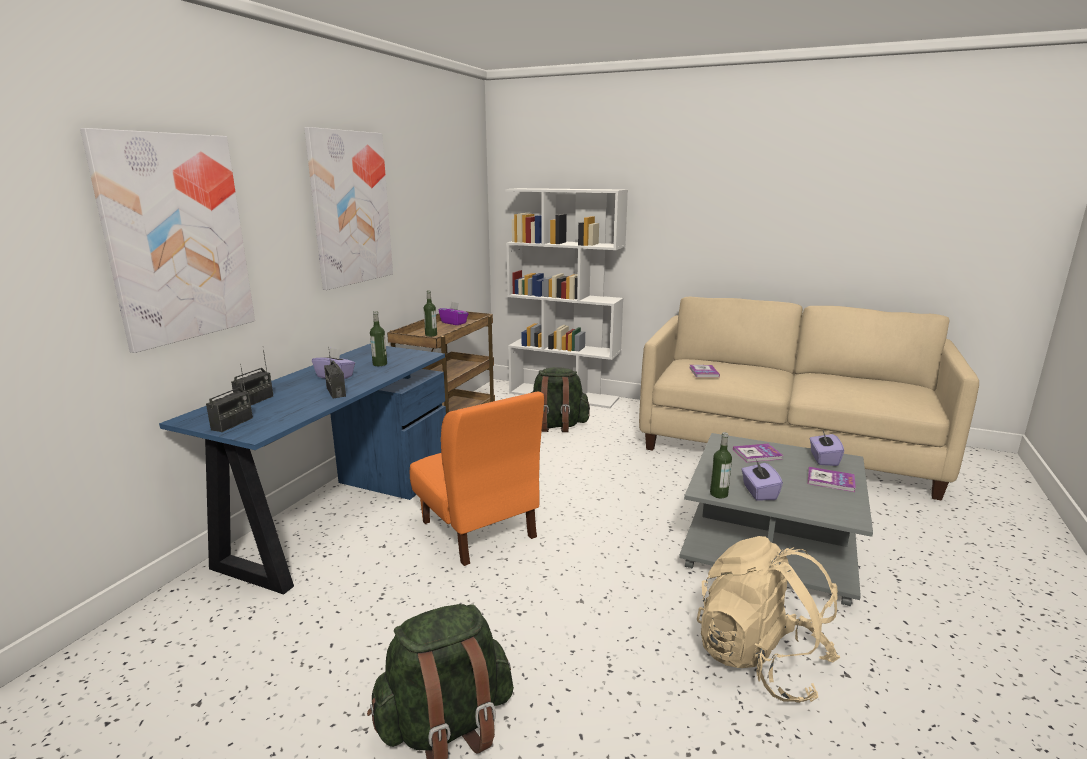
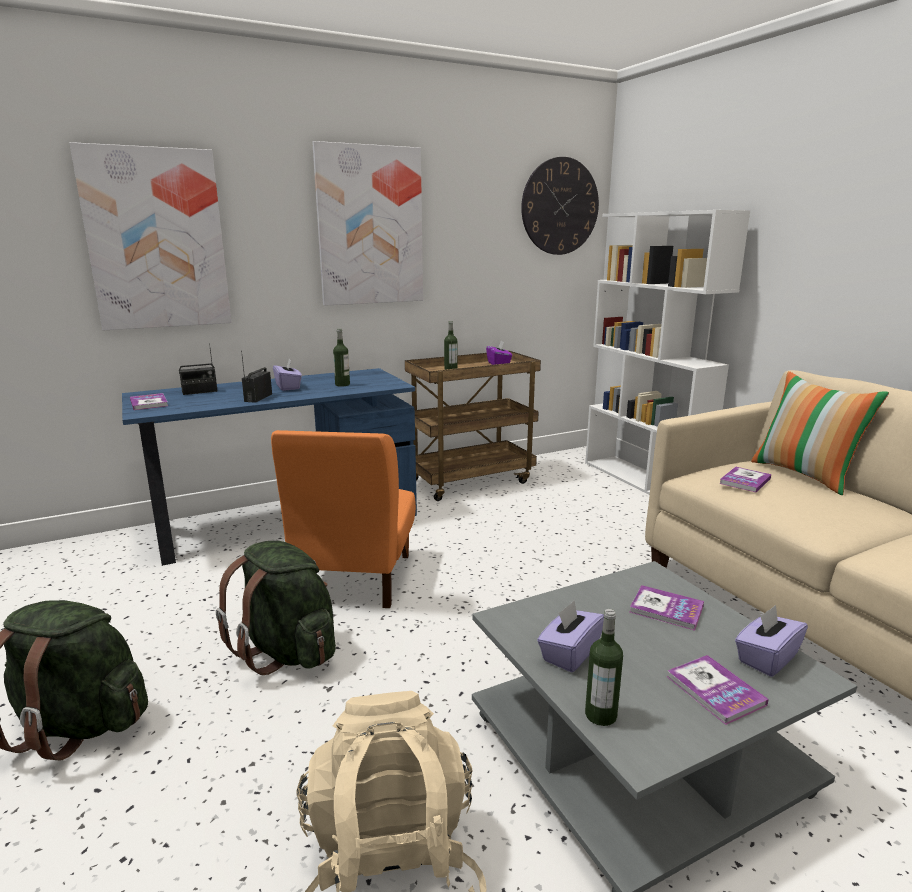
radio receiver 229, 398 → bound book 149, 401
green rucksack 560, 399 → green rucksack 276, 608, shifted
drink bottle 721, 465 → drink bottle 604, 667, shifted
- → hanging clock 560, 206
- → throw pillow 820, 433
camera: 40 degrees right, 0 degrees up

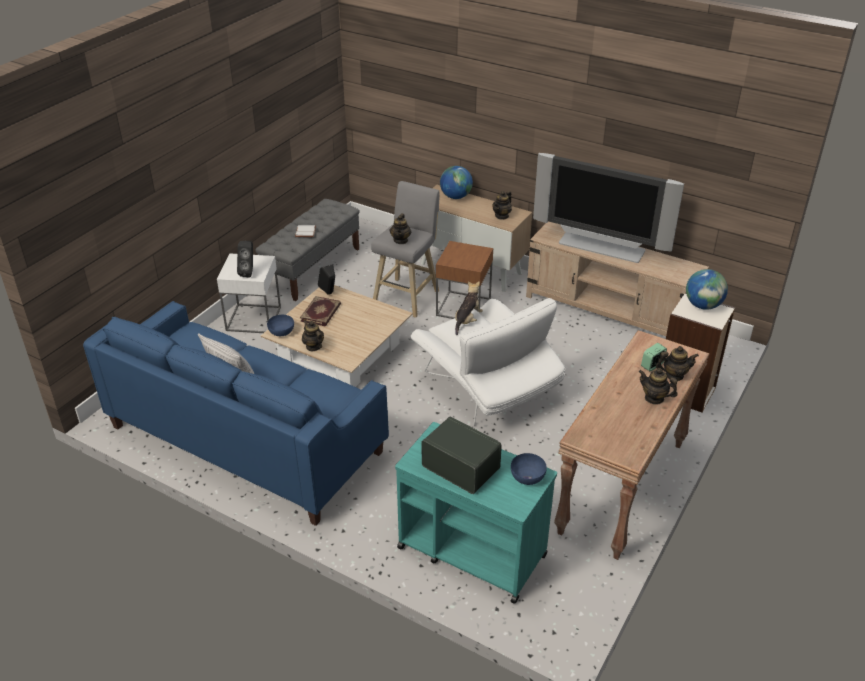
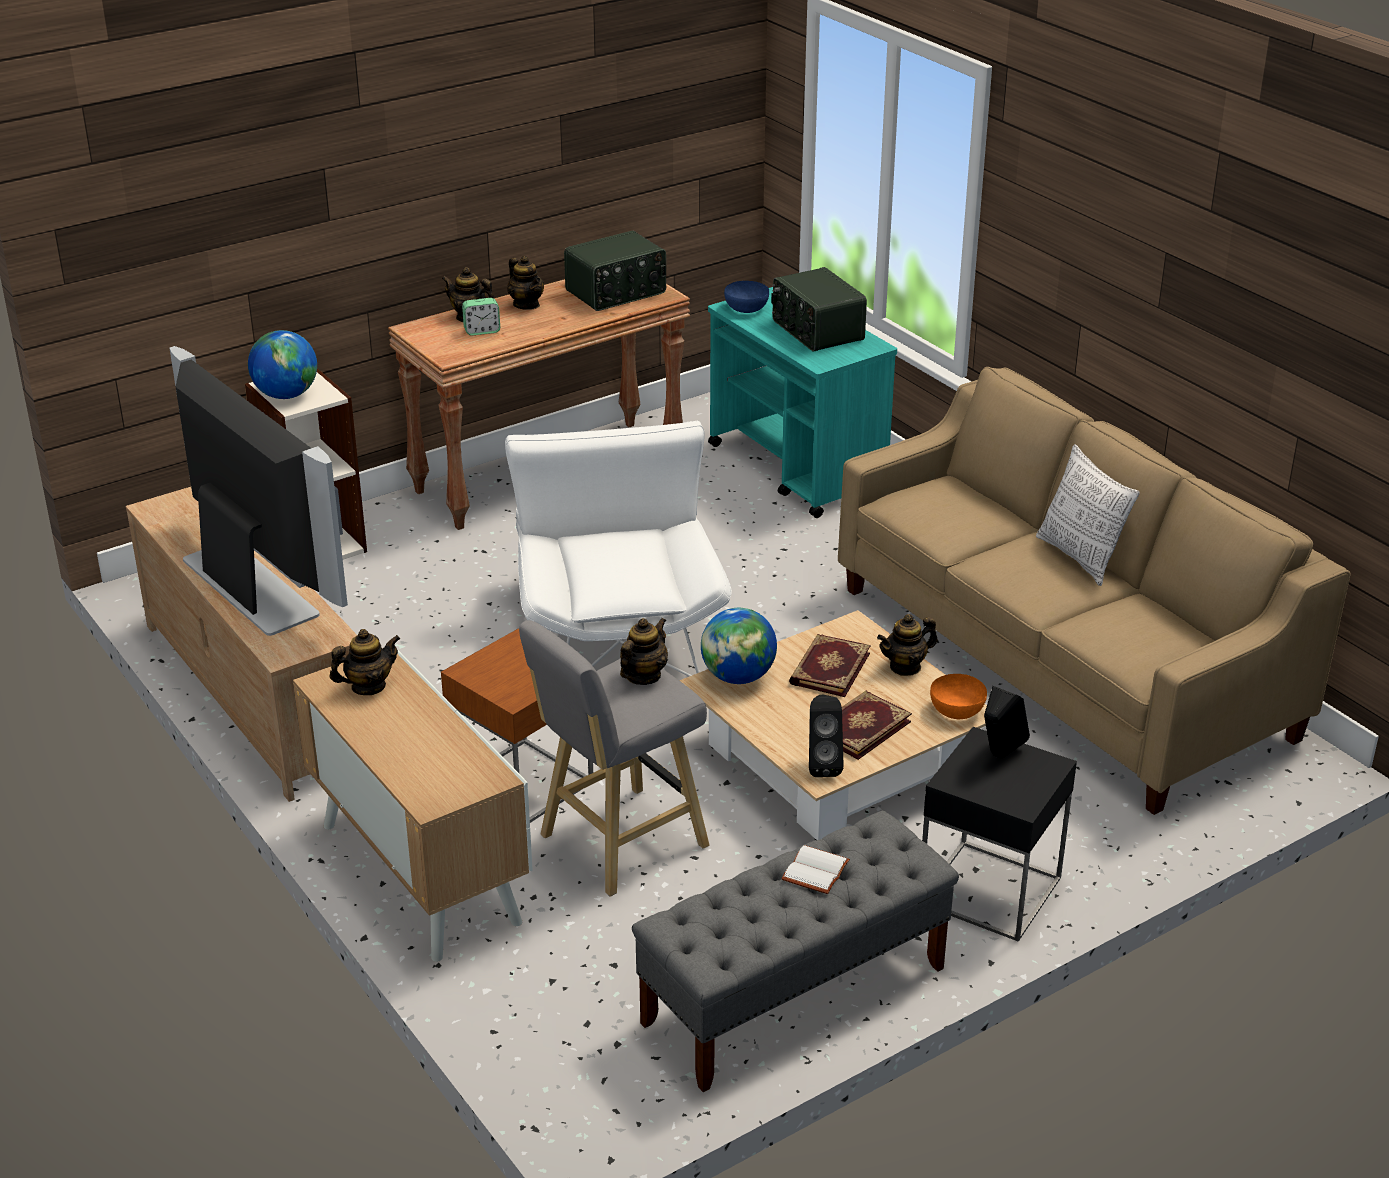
blue sofa 236, 413 → sand-coloured sofa 1094, 591
white-coloured accent table 249, 293 → black accent table 999, 834
blue serving bowl 280, 325 → orange serving bowl 958, 696
pot for tea 313, 335 → pot for tea 907, 645, 75 degrees clockwise
globe 456, 182 → globe 739, 646, shifted
soft toy 469, 308 → -
- → radio receiver 615, 271
- → bound book 829, 665
camera: 155 degrees left, 5 degrees down

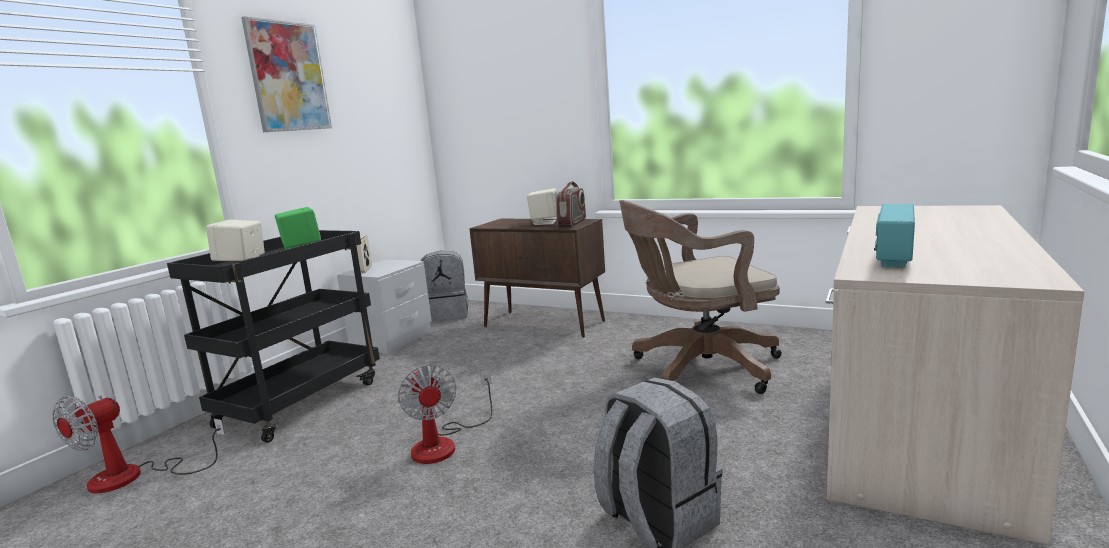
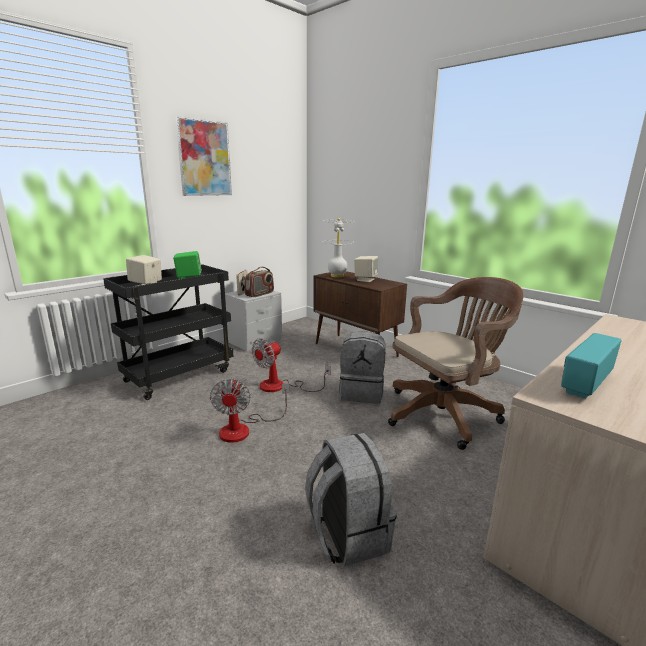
cooling fan 138, 444 → cooling fan 291, 365, shifted
greyish rucksack 444, 286 → greyish rucksack 362, 367, shifted
radio receiver 571, 204 → radio receiver 259, 282, shifted
brownish computer chair 700, 297 → brownish computer chair 456, 363, 150 degrees clockwise
- → white-coloured tabletop lamp 339, 248
camera: 15 degrees right, 5 degrees up

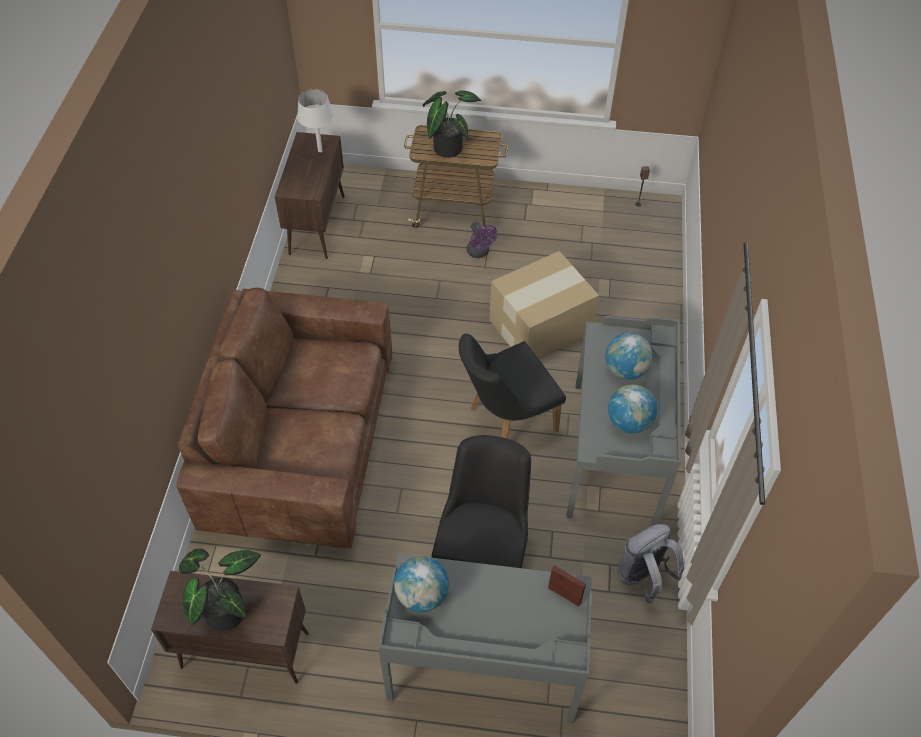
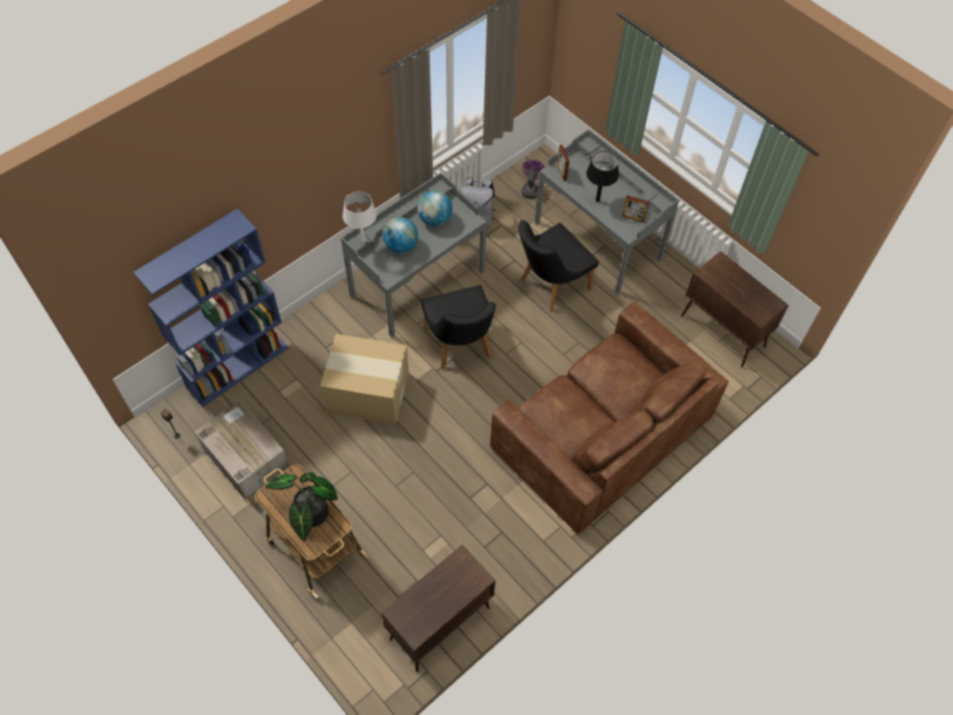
potted plant 220, 590 → -
white-coloured tabletop lamp 315, 120 → white-coloured tabletop lamp 360, 217, shifted
globe 421, 584 → photo frame 636, 209
black plain chair 512, 386 → black plain chair 458, 327, 60 degrees clockwise
purplish cooling fan 482, 240 → purplish cooling fan 533, 179, shifted
- → blue bookcase 211, 308
- → cardboard box 242, 450
- → black tabletop lamp 602, 176
camera: 140 degrees left, 5 degrees up

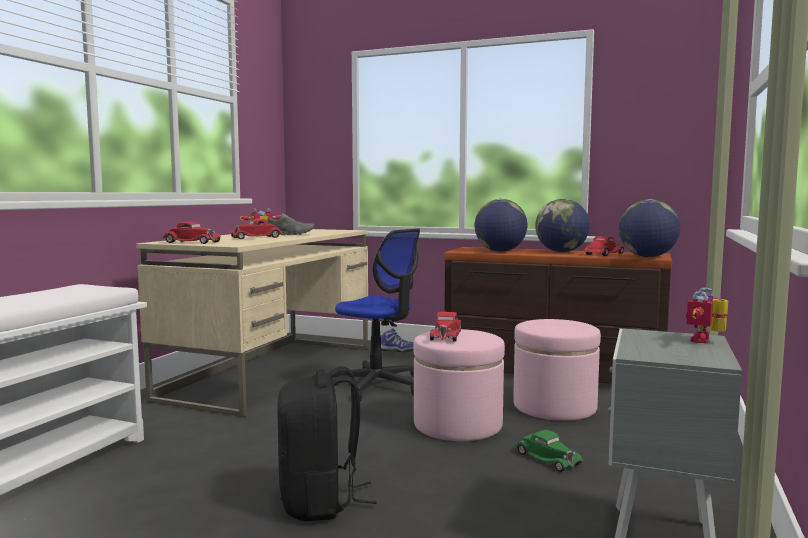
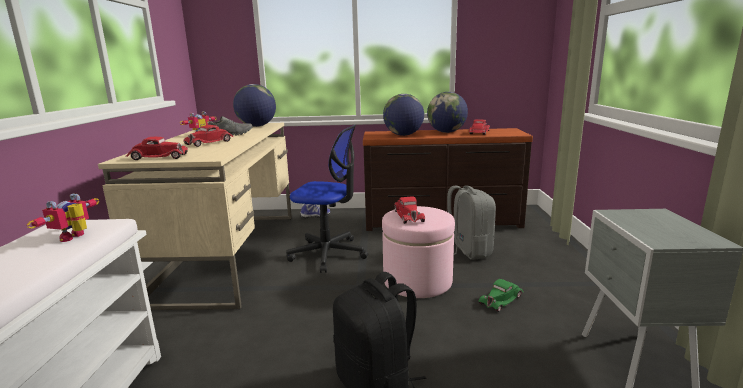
pinkish footrest 557, 370 → greyish rucksack 471, 222
green miniature car 548, 451 → green miniature car 500, 295, 105 degrees clockwise
globe 649, 228 → globe 254, 105, shifted
robot figure 707, 315 → robot figure 63, 217, shifted
camera: 20 degrees left, 10 degrees up

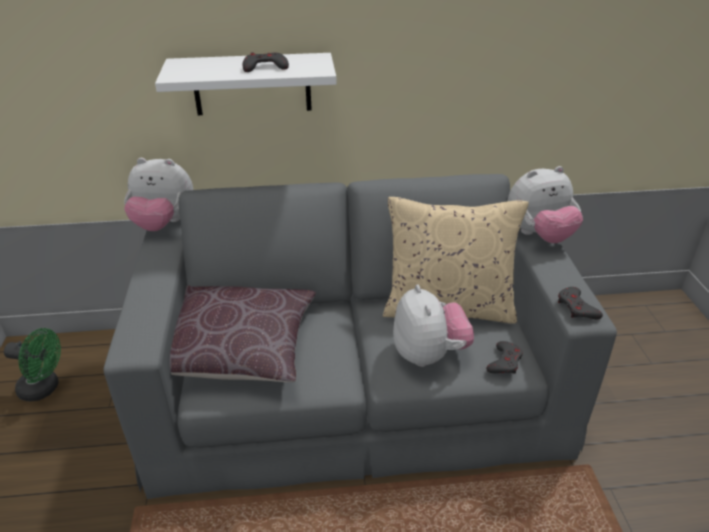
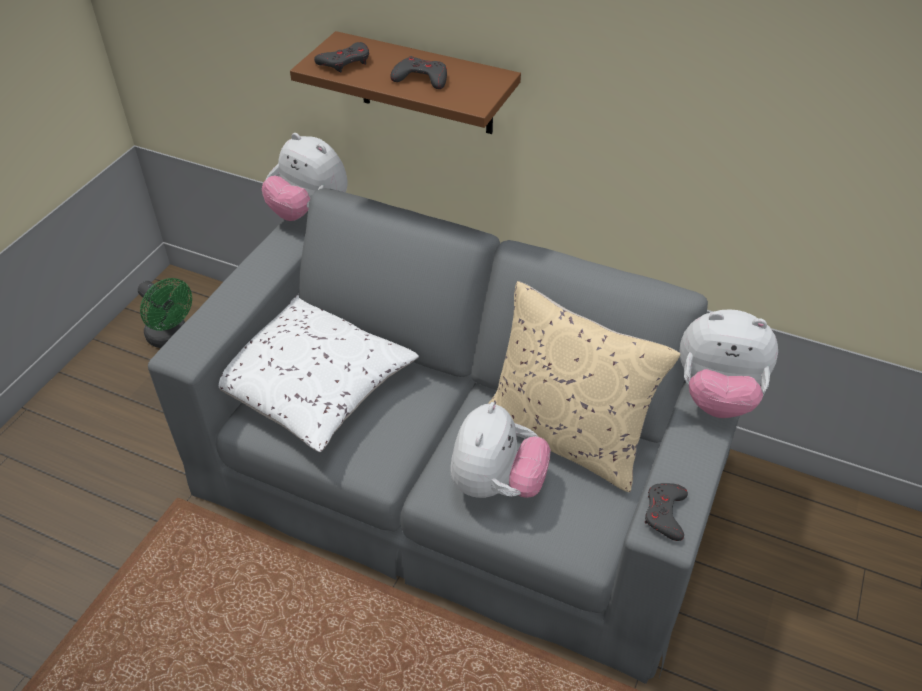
white-coloured bracket shelf 246, 84 → brownish bracket shelf 405, 82
brownish throw pillow 243, 333 → white-coloured throw pillow 319, 373
greyish gamepad 504, 357 → greyish gamepad 341, 57, shifted
camera: 30 degrees right, 10 degrees up

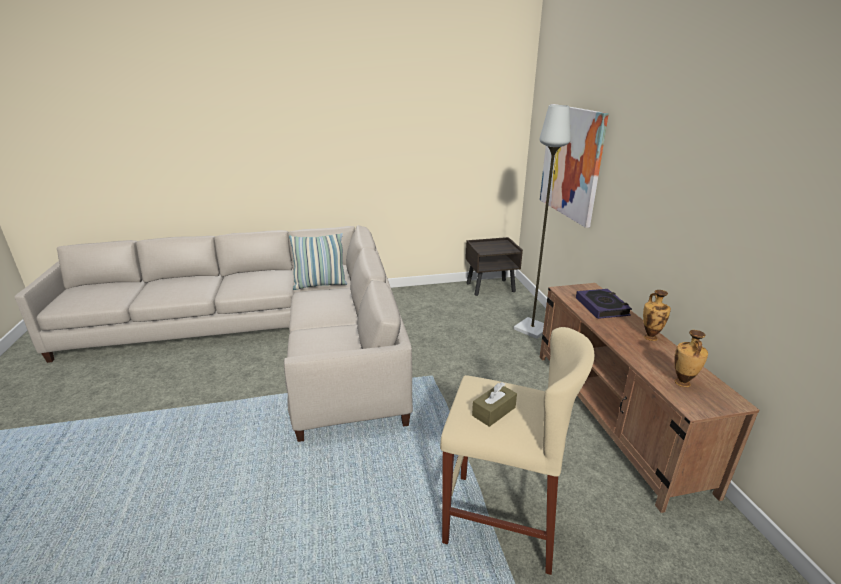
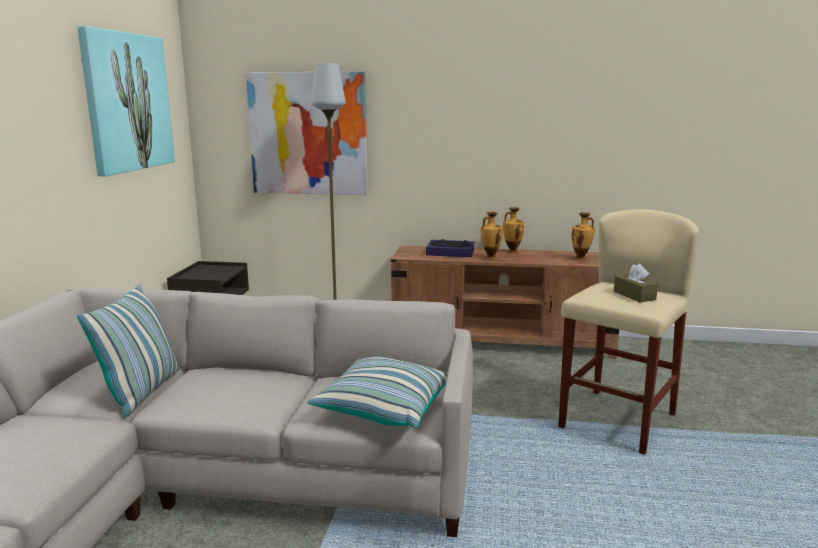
- → wall art 126, 101
- → throw pillow 377, 392
- → decorative vase 491, 236
camera: 70 degrees left, 10 degrees down

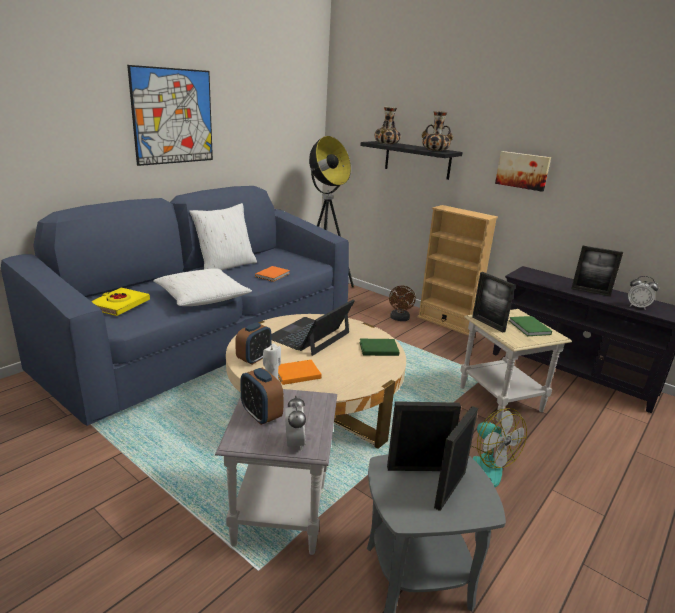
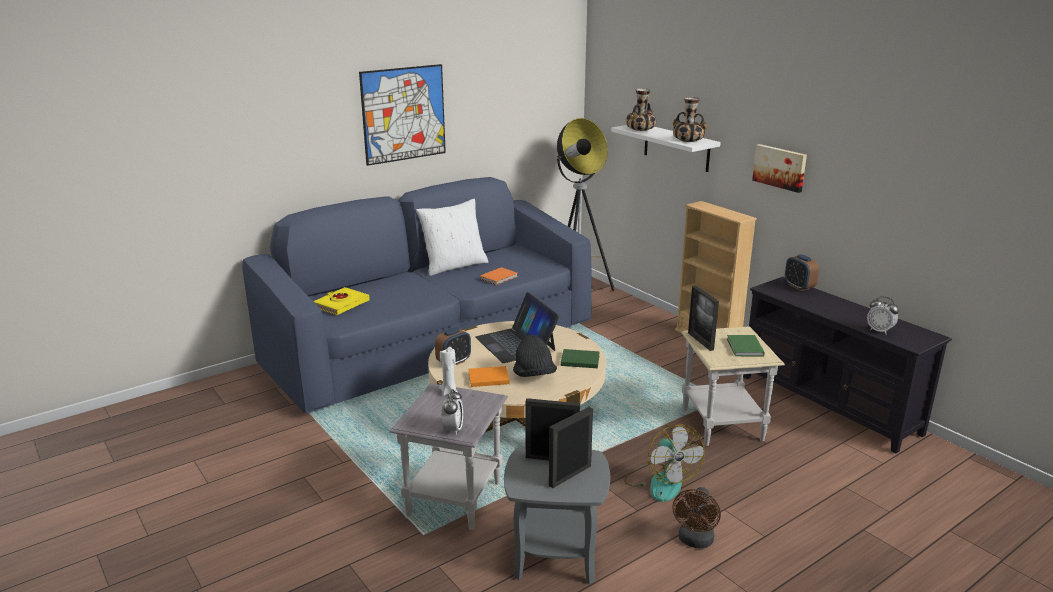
white-coloured throw pillow 202, 287 → -
table clock 262, 396 → table clock 802, 272, shifted
laptop 313, 328 → laptop 517, 327, 75 degrees counterclockwise
black bracket shelf 411, 160 → white-coloured bracket shelf 666, 148
brownish cooling fan 402, 303 → brownish cooling fan 697, 517, shifted
photo frame 597, 270 → -
- → black clothing hat 535, 355
camera: 15 degrees right, 0 degrees up

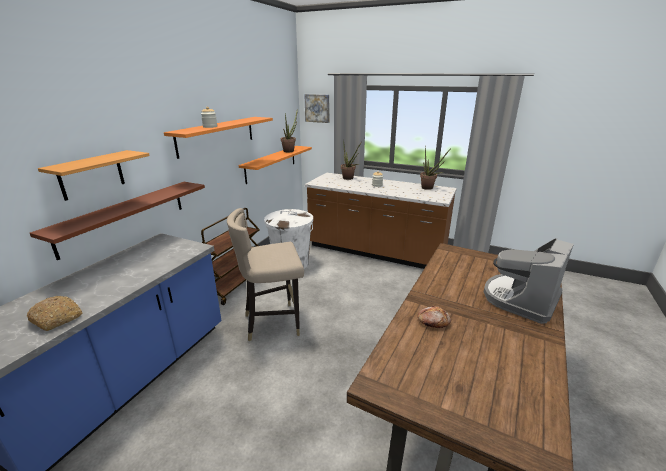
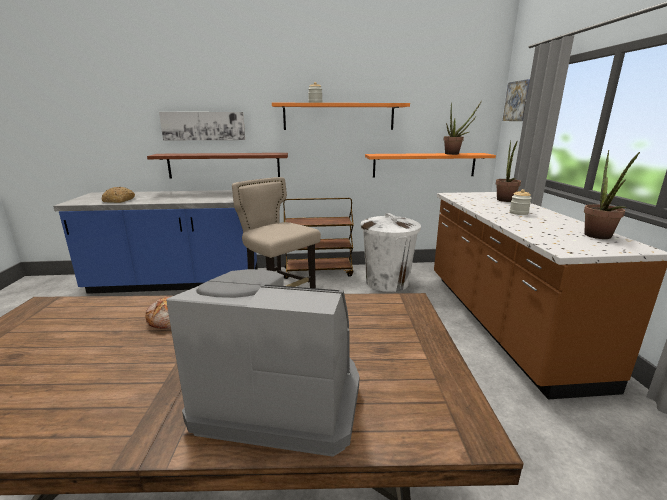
bracket shelf 94, 175 → wall art 202, 126
camera: 60 degrees right, 5 degrees down

